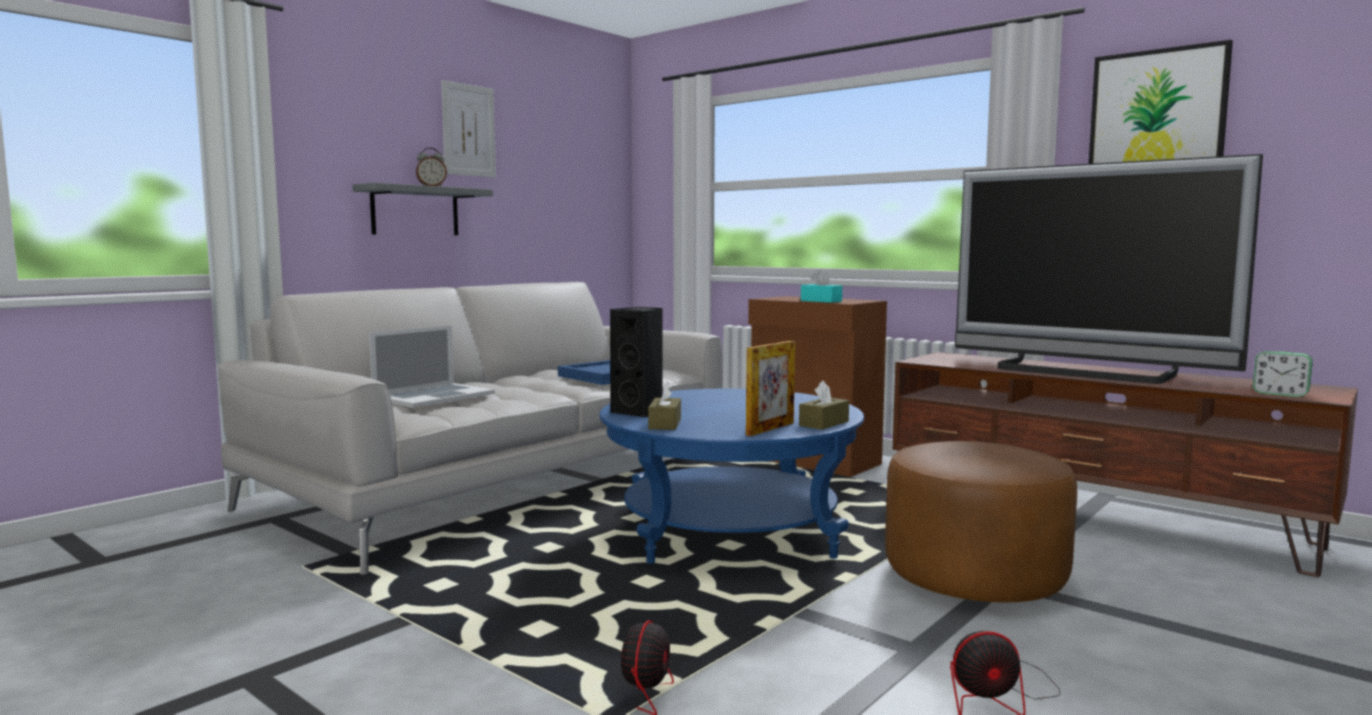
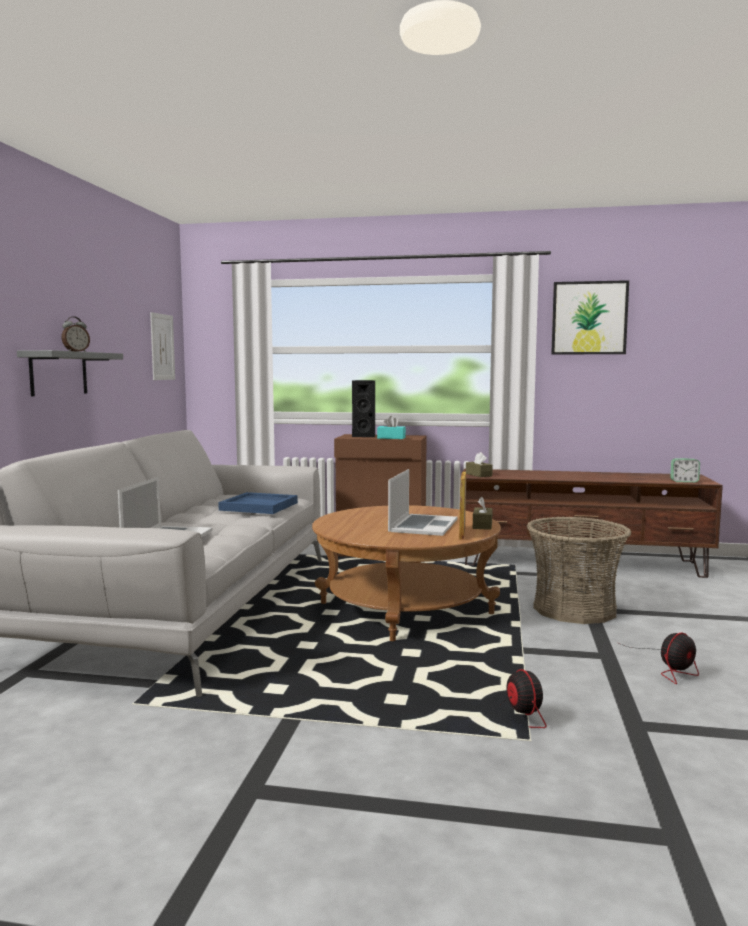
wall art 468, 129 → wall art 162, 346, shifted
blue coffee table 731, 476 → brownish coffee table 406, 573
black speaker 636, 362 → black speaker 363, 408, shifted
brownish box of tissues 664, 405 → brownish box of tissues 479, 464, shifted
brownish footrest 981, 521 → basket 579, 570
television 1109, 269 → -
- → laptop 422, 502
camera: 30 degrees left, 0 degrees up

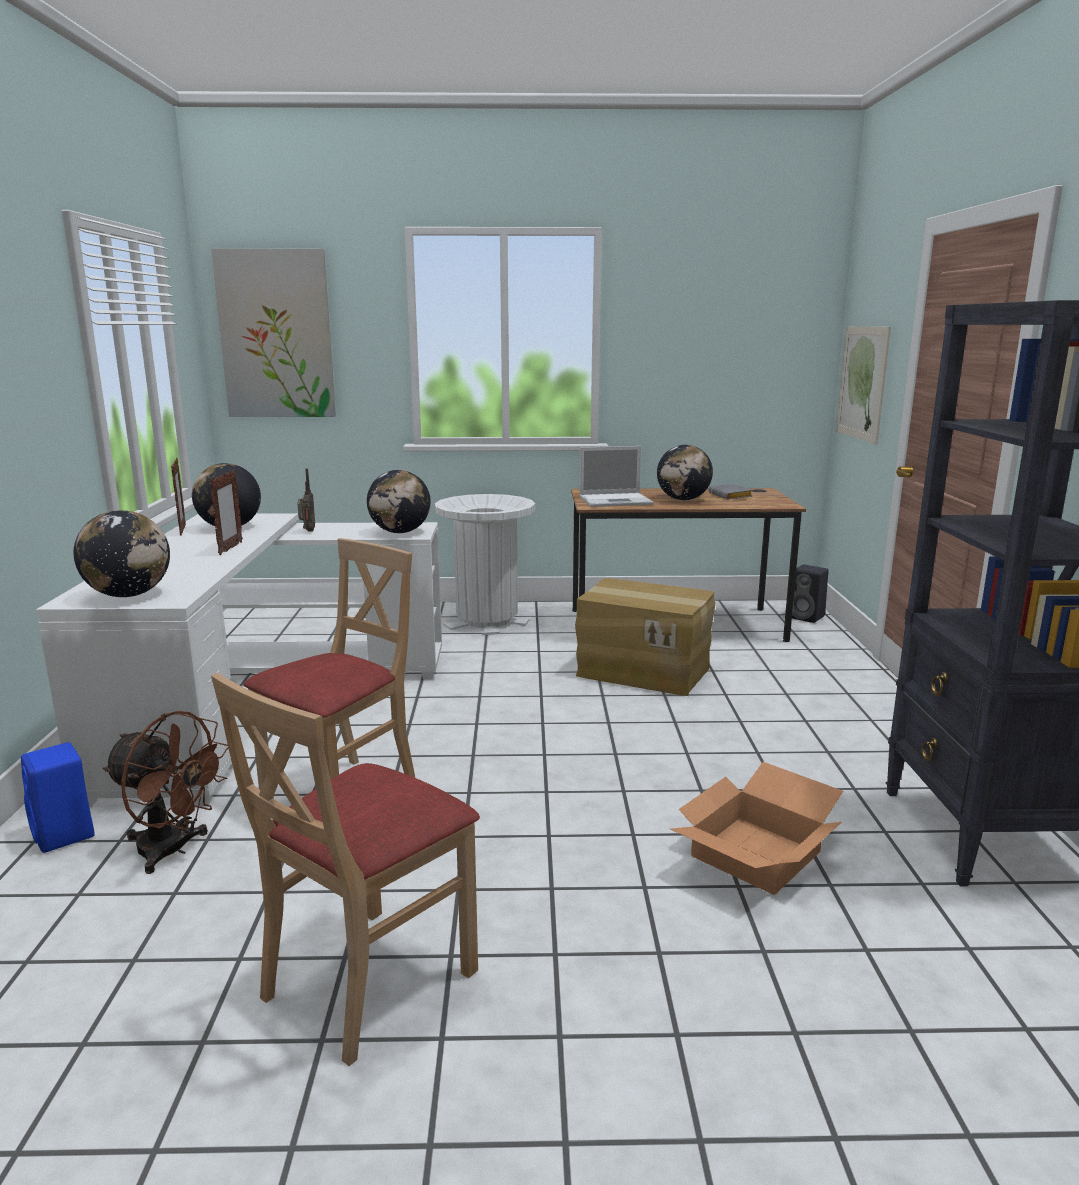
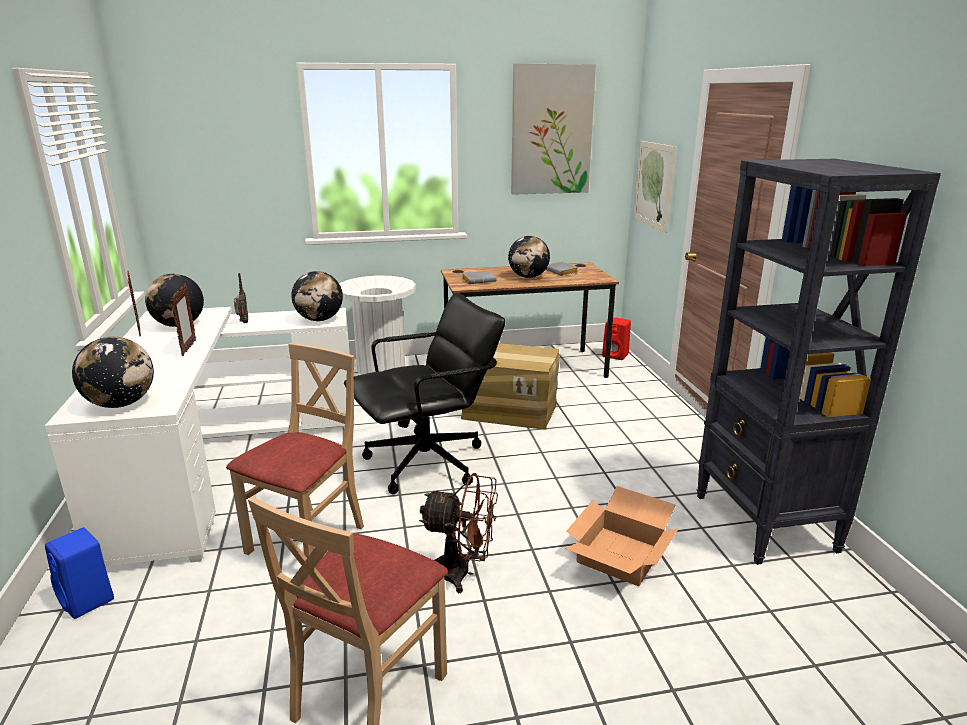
brownish cooling fan 165, 792 → brownish cooling fan 458, 533, shifted
wall art 273, 333 → wall art 553, 129, shifted
laptop 616, 476 → greyish bound book 479, 277
black speaker 810, 593 → red speaker 616, 338
- → black computer chair 424, 393
camera: 10 degrees left, 5 degrees up

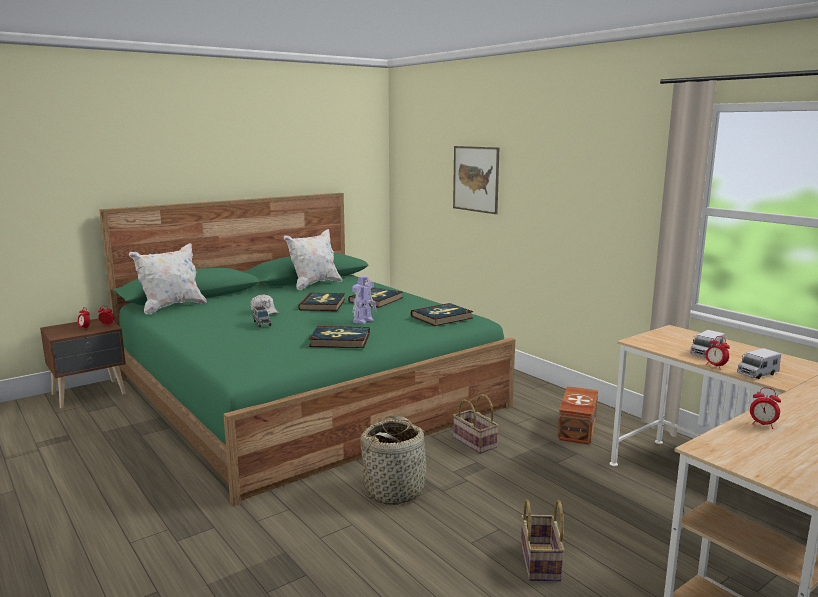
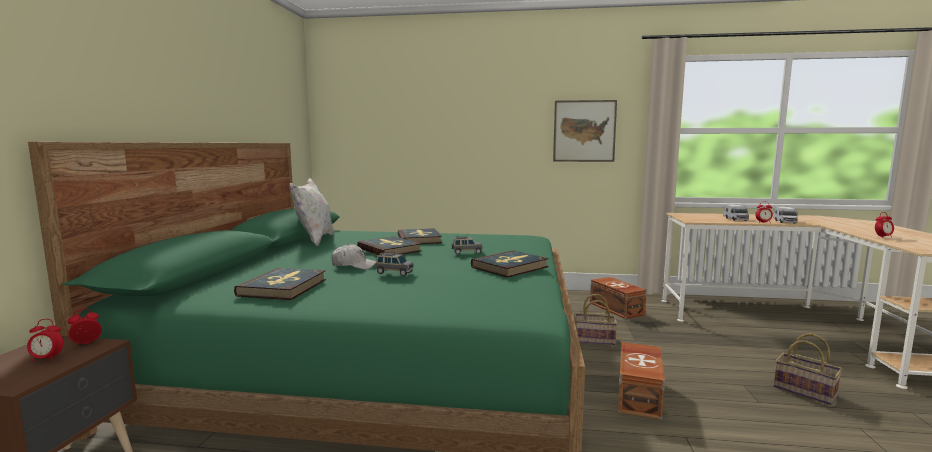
white-coloured throw pillow 168, 278 → -
robot figure 364, 300 → greyish miniature car 467, 245
basket 396, 460 → brownish storage container 641, 381
bound book 442, 314 → bound book 280, 284, shifted
wall art 476, 180 → wall art 585, 131, shifted
camera: 45 degrees left, 5 degrees down

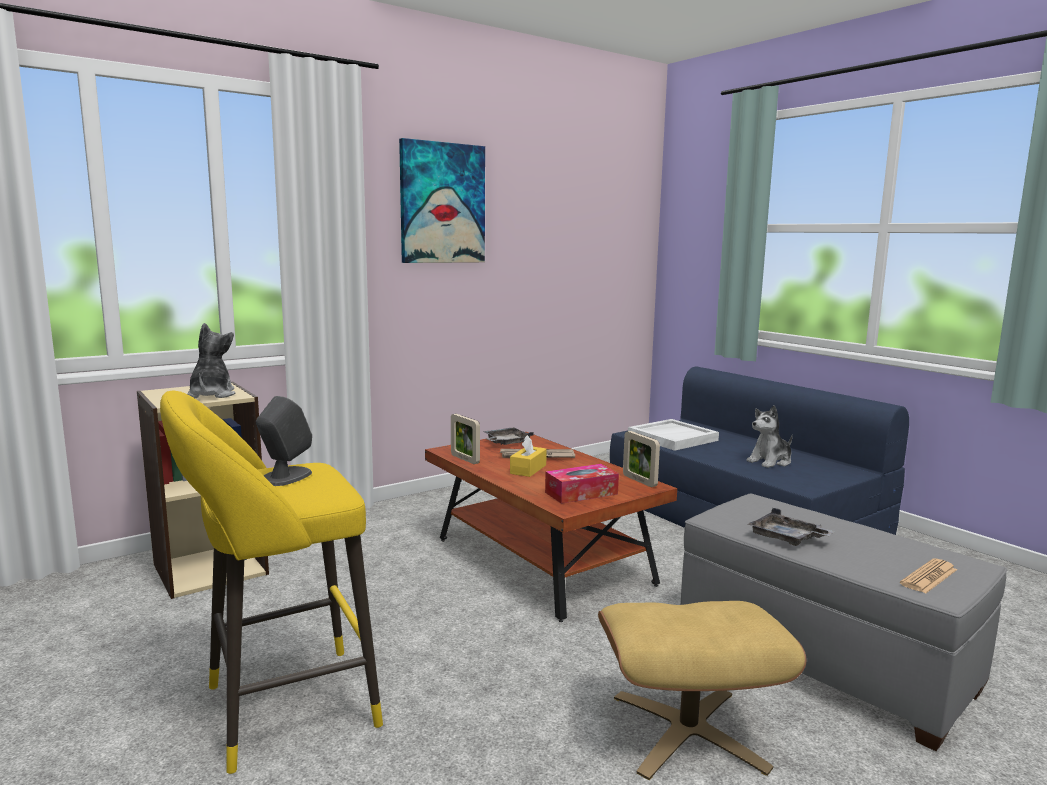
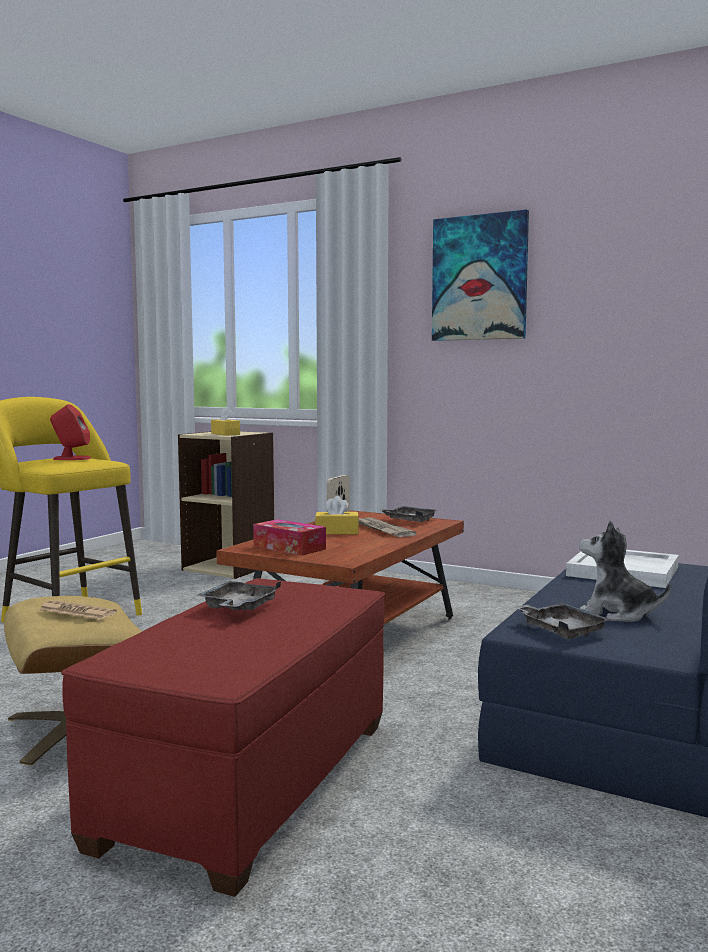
soft toy 211, 360 → yellow-coloured box of tissues 225, 421
greyish speaker 284, 441 → red speaker 70, 432
photo frame 641, 459 → -
greyish footrest 844, 622 → red footrest 223, 737
daily paper 928, 576 → daily paper 78, 610, shifted
- → greyish carrying tray 561, 621
camera: 65 degrees right, 5 degrees down

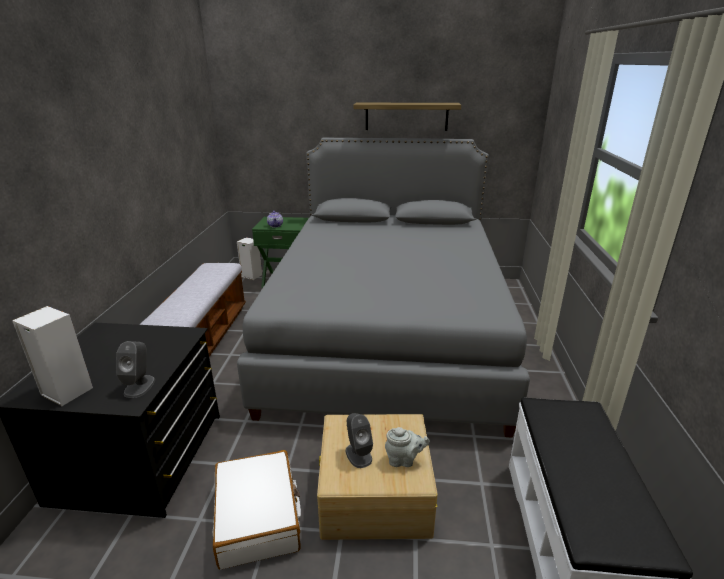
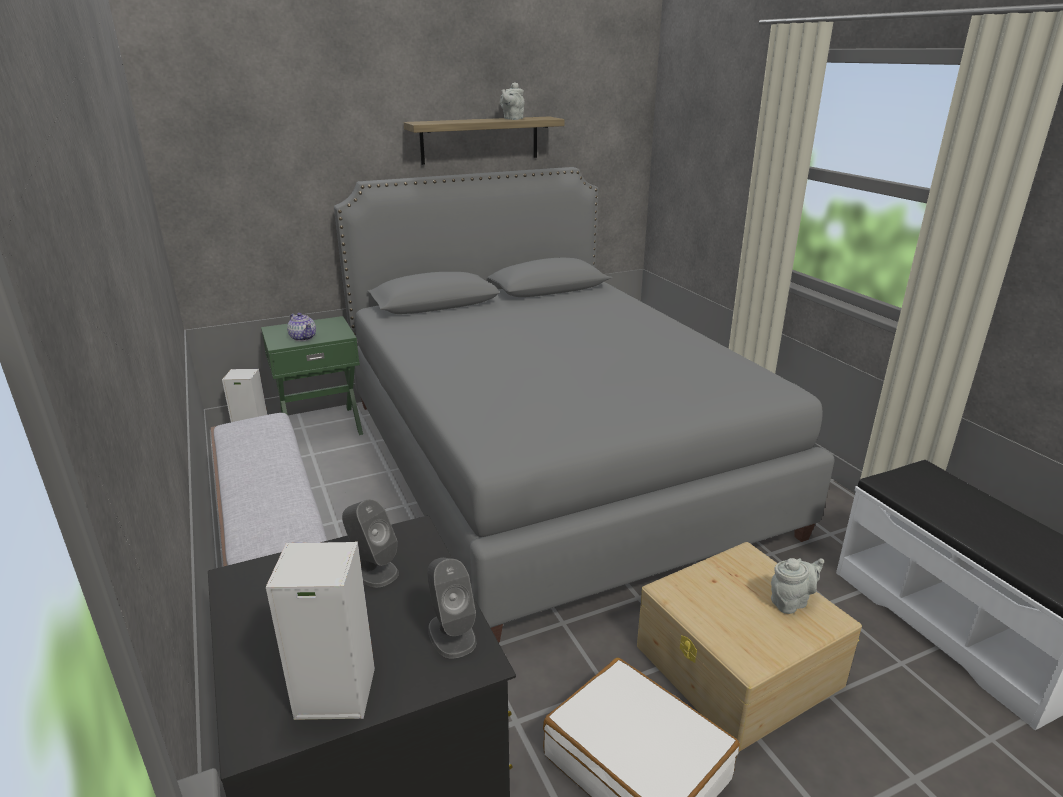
greyish speaker 359, 440 → greyish speaker 370, 543, shifted
- → greyish pot for tea 512, 101
camera: 30 degrees left, 0 degrees up

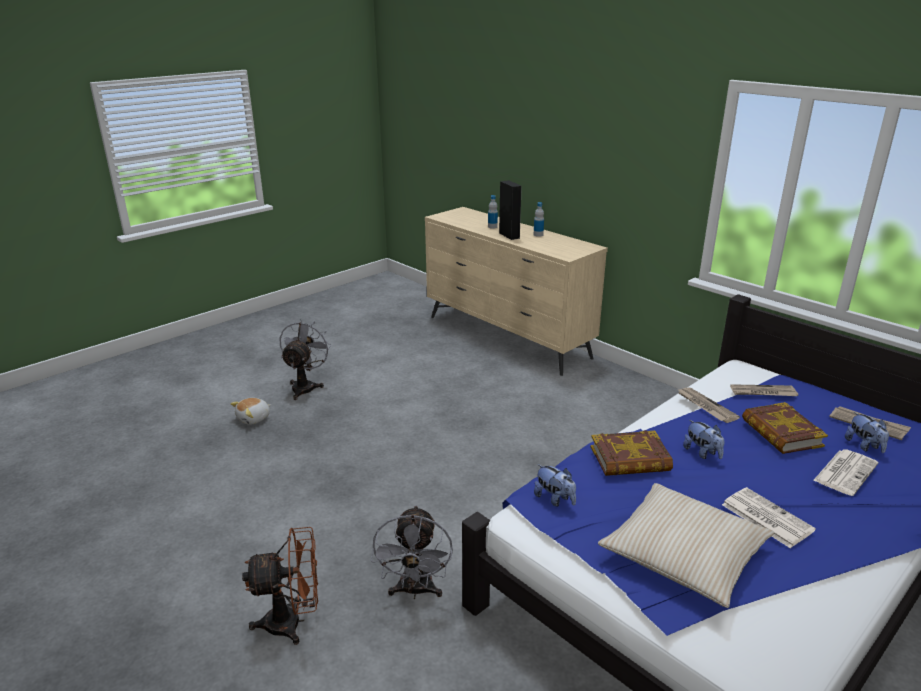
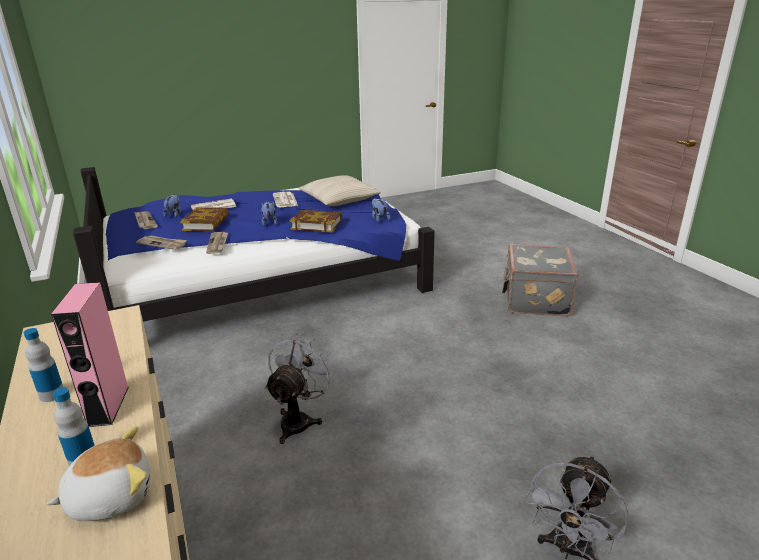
soft toy 250, 411 → soft toy 98, 473, shifted
brownish cooling fan 280, 586 → greyish piece of luggage 540, 280
greyish cooling fan 412, 552 → greyish cooling fan 300, 388, shifted
black speaker 510, 210 → pinkish speaker 90, 354
camera: 160 degrees left, 0 degrees up

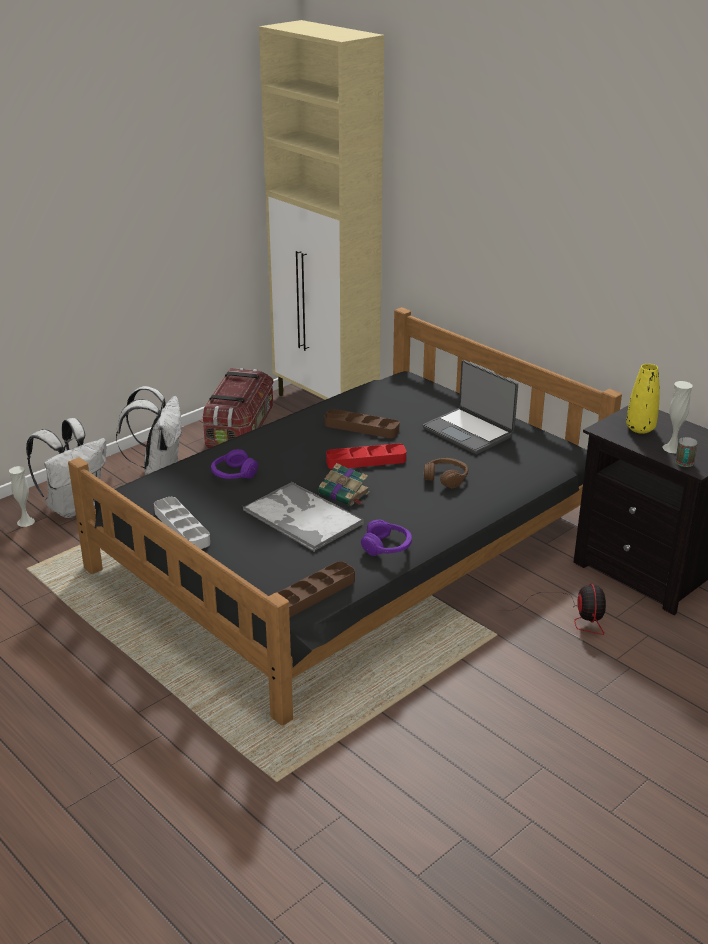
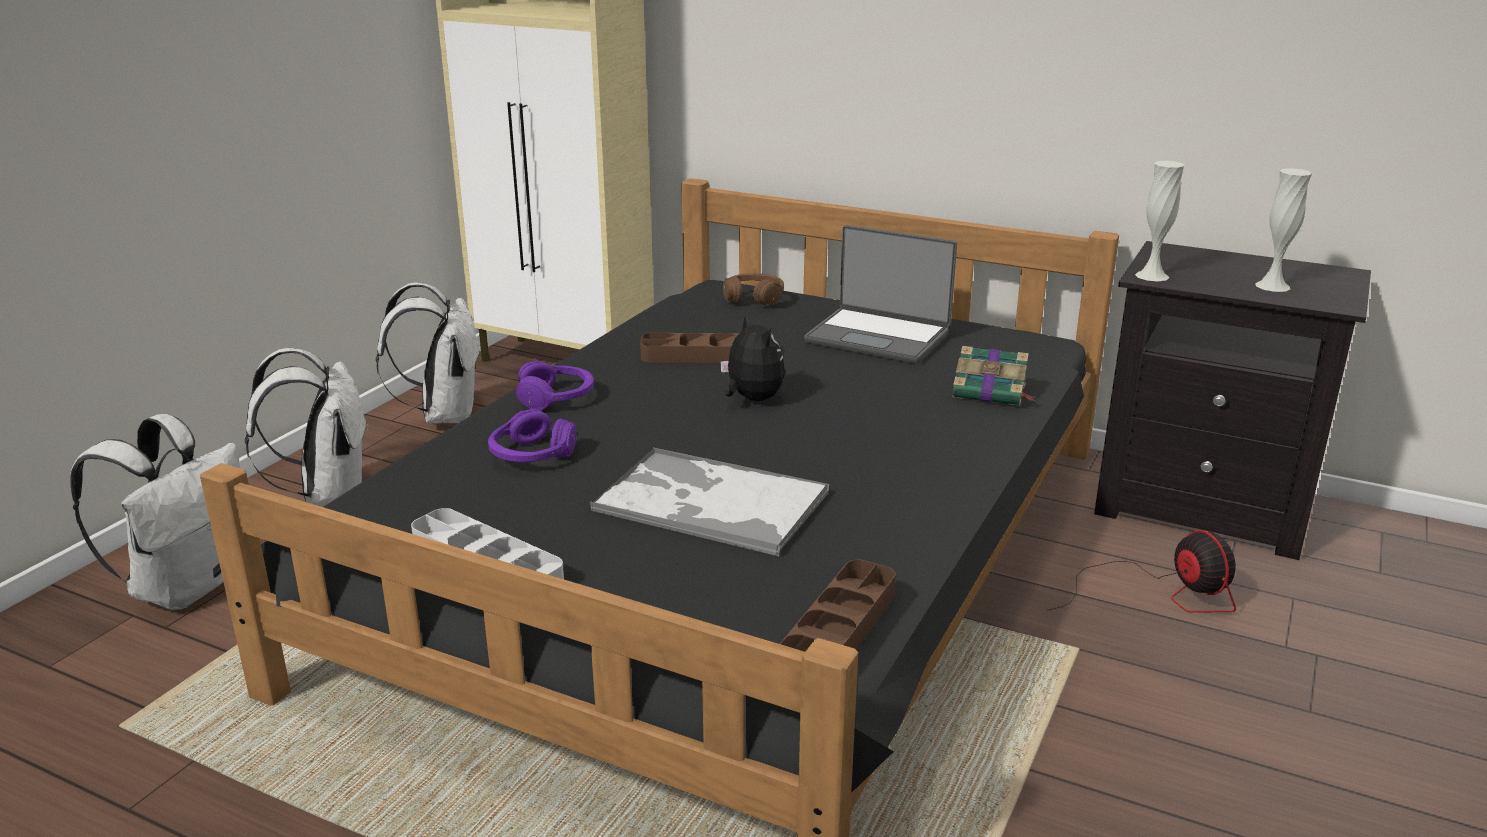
white-coloured decorative vase 22, 496 → white-coloured decorative vase 1159, 221, shifted
storage container 238, 408 → white-coloured rucksack 428, 353
bound book 344, 484 → bound book 994, 376, shifted
red carrying tray 366, 456 → soft toy 752, 357
purplish headset 386, 538 → purplish headset 555, 385, shifted
brownish headset 446, 473 → brownish headset 753, 289, shifted
yellow-coloured decorative vase 643, 399 → -
mug 686, 452 → -
camera: 20 degrees left, 5 degrees down

